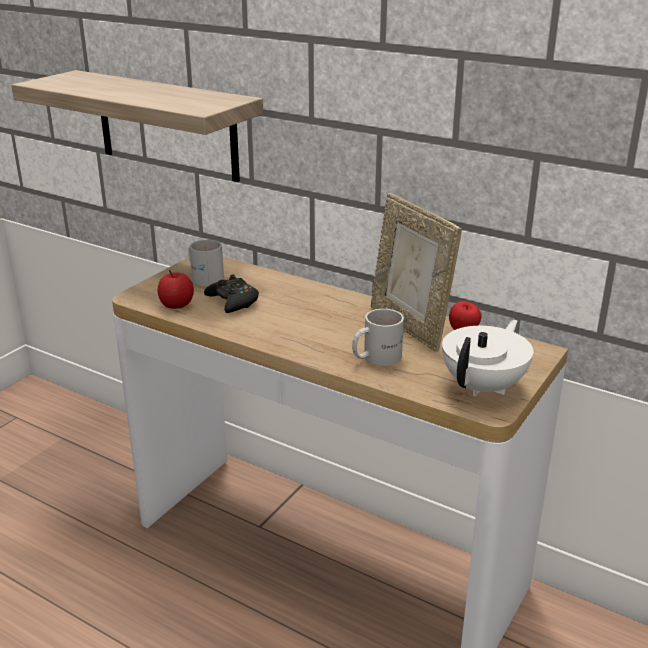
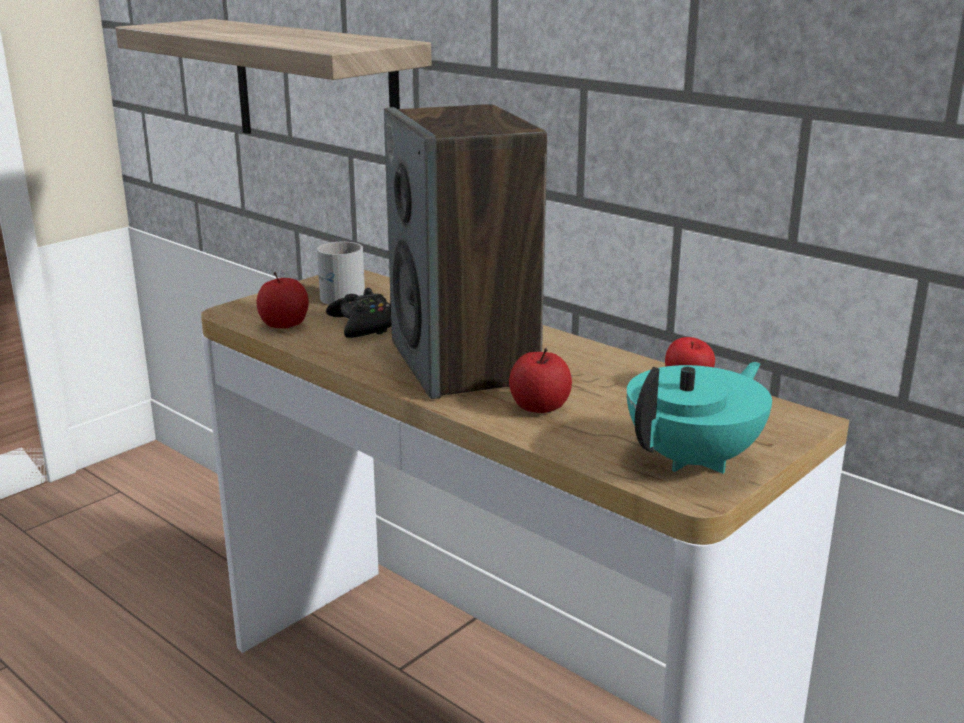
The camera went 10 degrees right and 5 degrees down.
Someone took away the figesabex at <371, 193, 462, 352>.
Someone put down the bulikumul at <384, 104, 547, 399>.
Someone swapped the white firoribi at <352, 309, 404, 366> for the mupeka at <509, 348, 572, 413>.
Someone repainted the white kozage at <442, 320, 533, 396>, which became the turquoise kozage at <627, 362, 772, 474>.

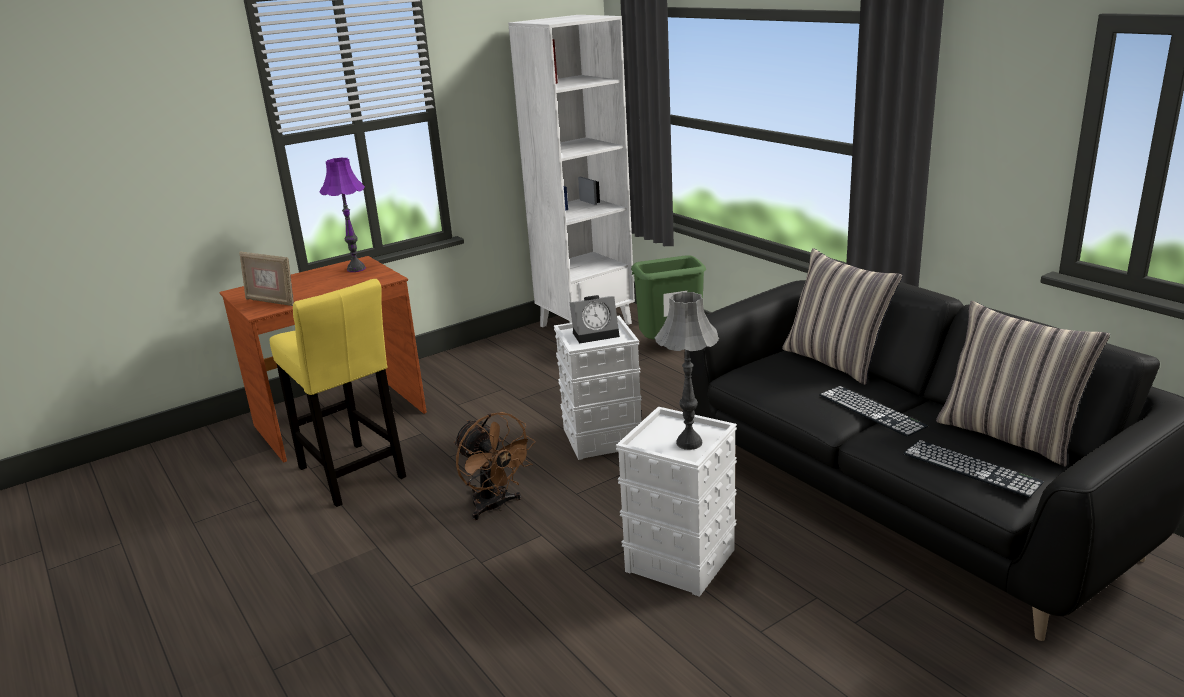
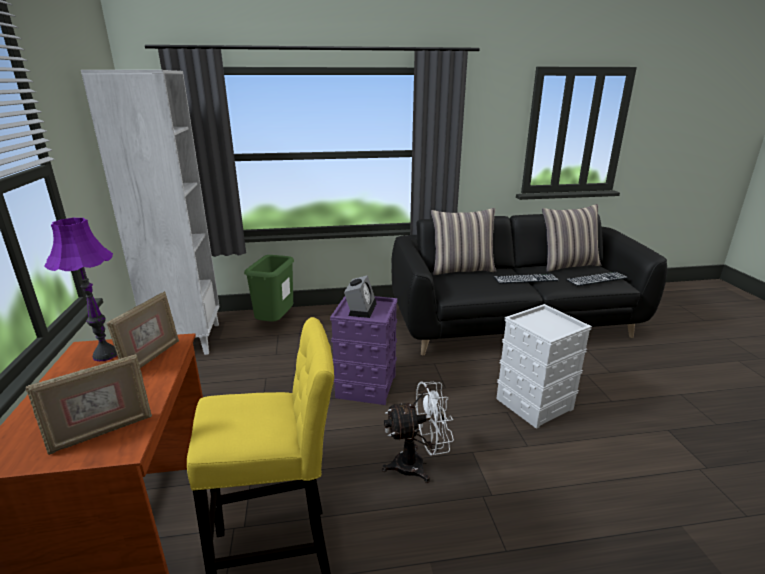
The camera went 65 degrees left and 0 degrees up.
Someone took away the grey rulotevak at <654, 292, 719, 450>.
Someone put down the figesabex at <107, 291, 179, 368>.
Someone repainted the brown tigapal at <454, 412, 536, 520>, which became the white tigapal at <382, 381, 454, 483>.
Someone repainted the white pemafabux at <554, 316, 642, 460>, which became the purple pemafabux at <330, 296, 398, 405>.

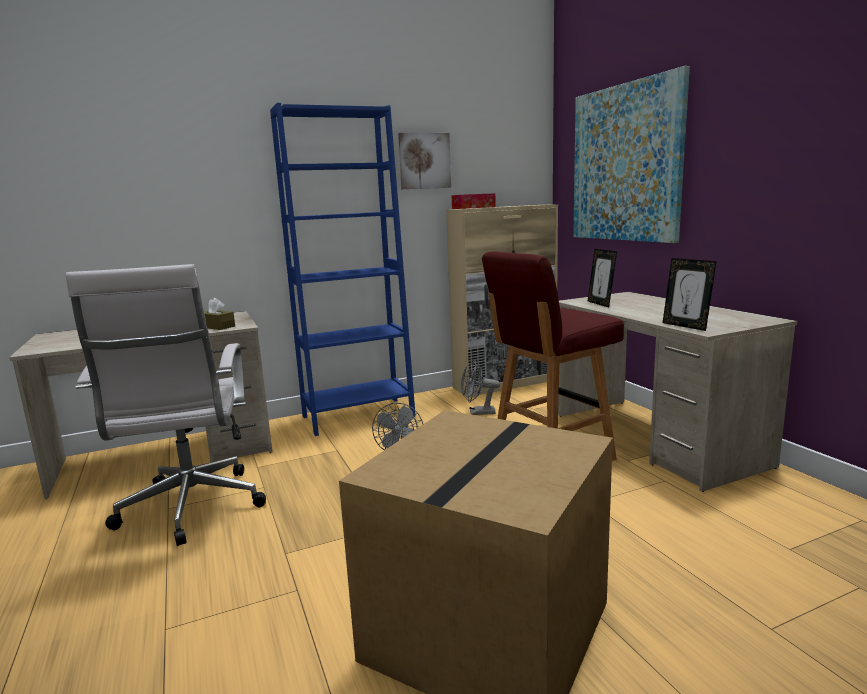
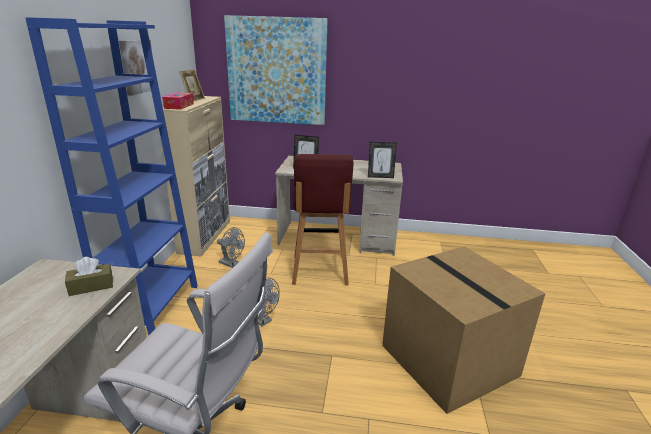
The camera went 60 degrees left and 10 degrees up.
Someone put down the figesabex at <179, 69, 205, 101>.
Someone rotated the grey tigapal at <461, 360, 500, 415> by 90 degrees counterclockwise.

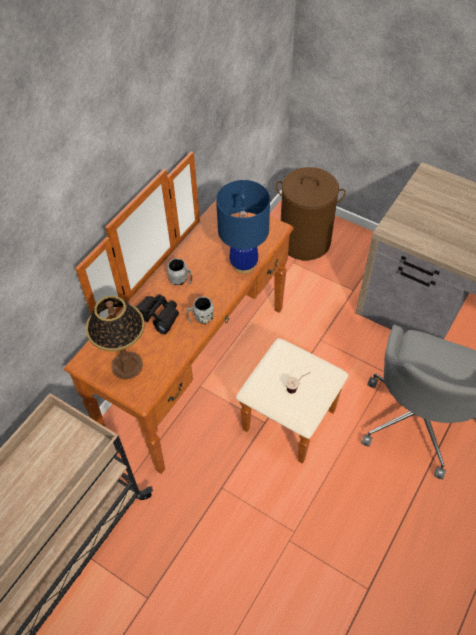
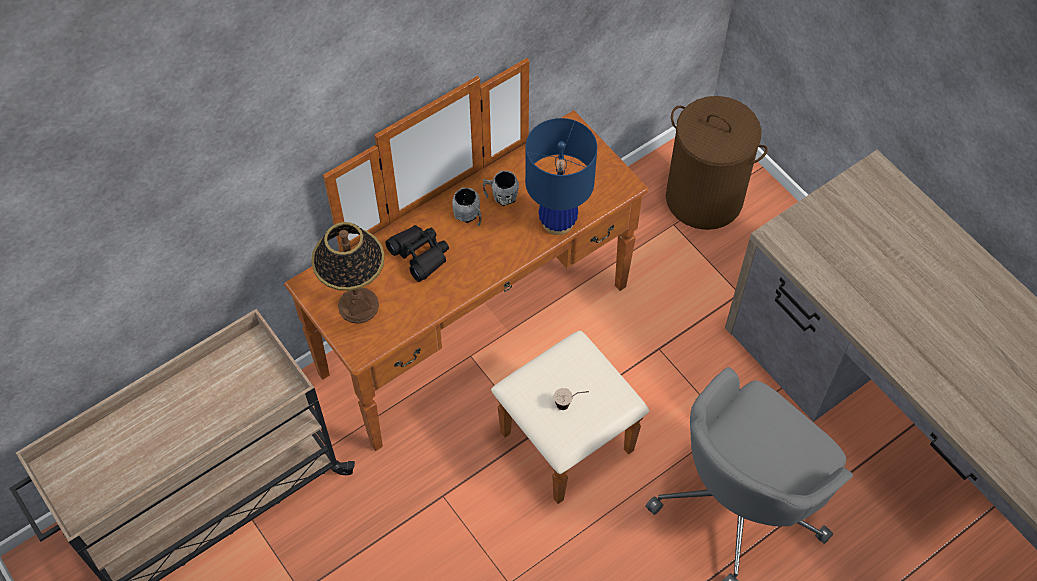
The camera went 20 degrees right and 5 degrees up.
Someone carried the grey firoribi from <186, 296, 214, 324> to <483, 171, 519, 206>.

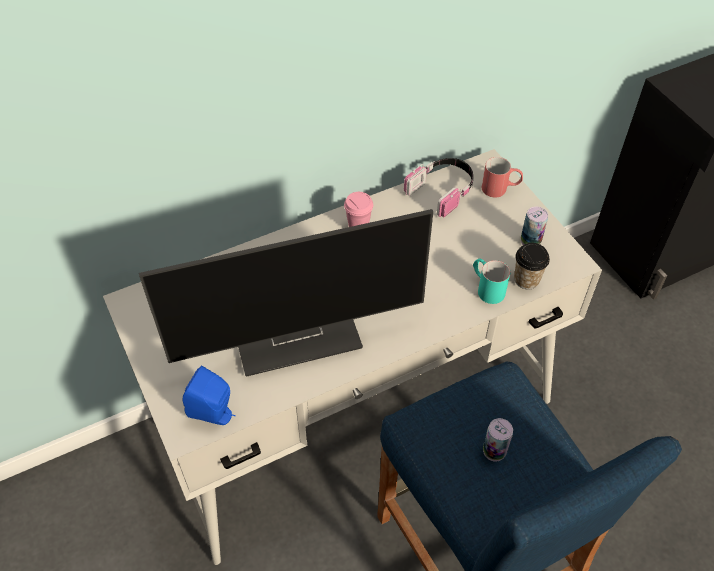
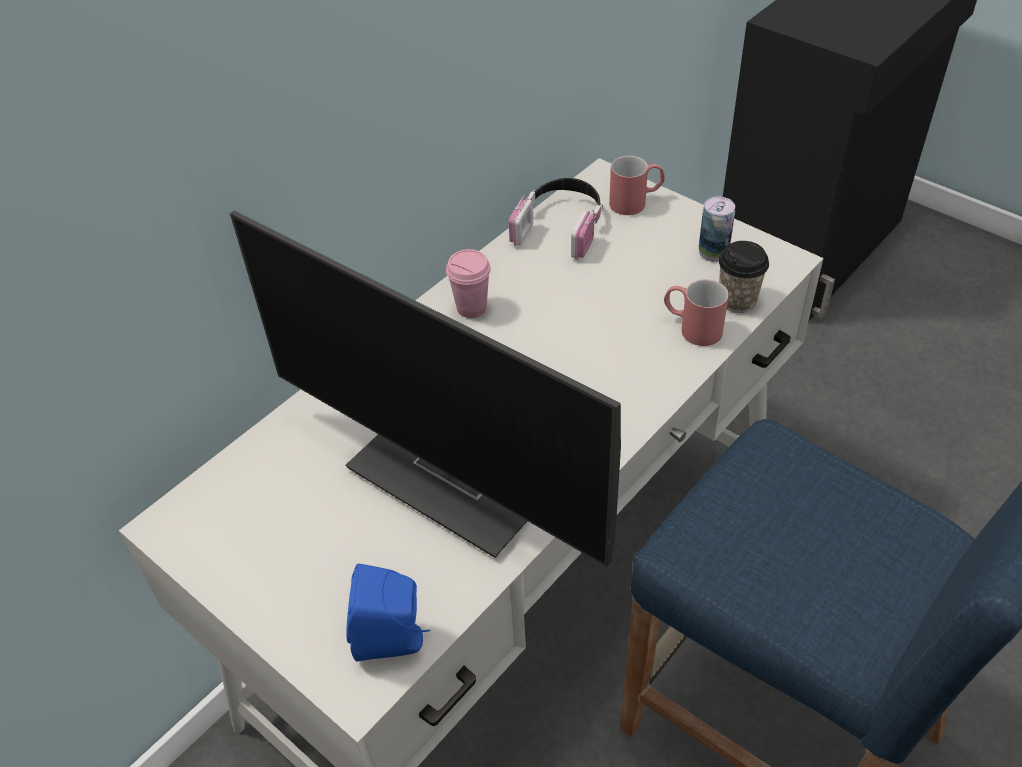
The camera went 20 degrees left and 5 degrees down.
Someone took away the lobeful at <483, 418, 513, 462>.
Someone repainted the turquoise firoribi at <473, 258, 510, 304>, which became the red firoribi at <664, 279, 729, 346>.
Someone rotated the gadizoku at <139, 209, 433, 377> by 75 degrees clockwise.

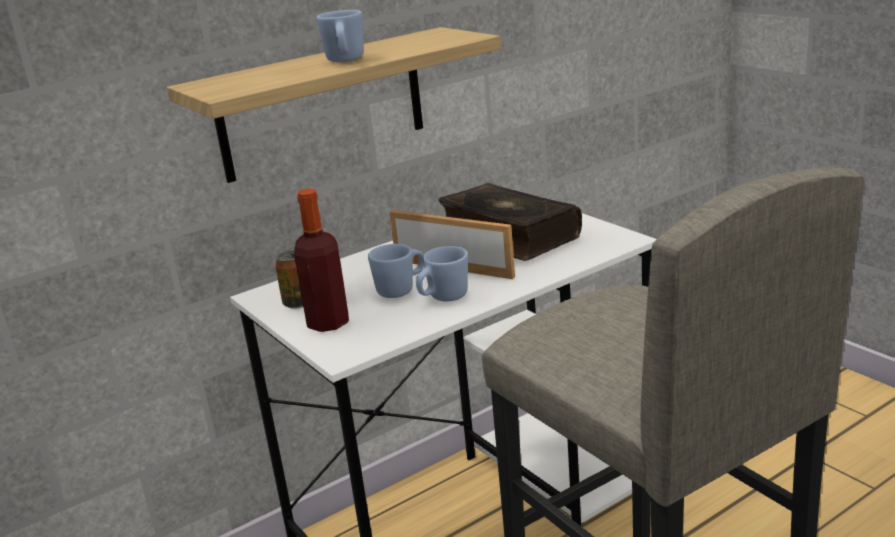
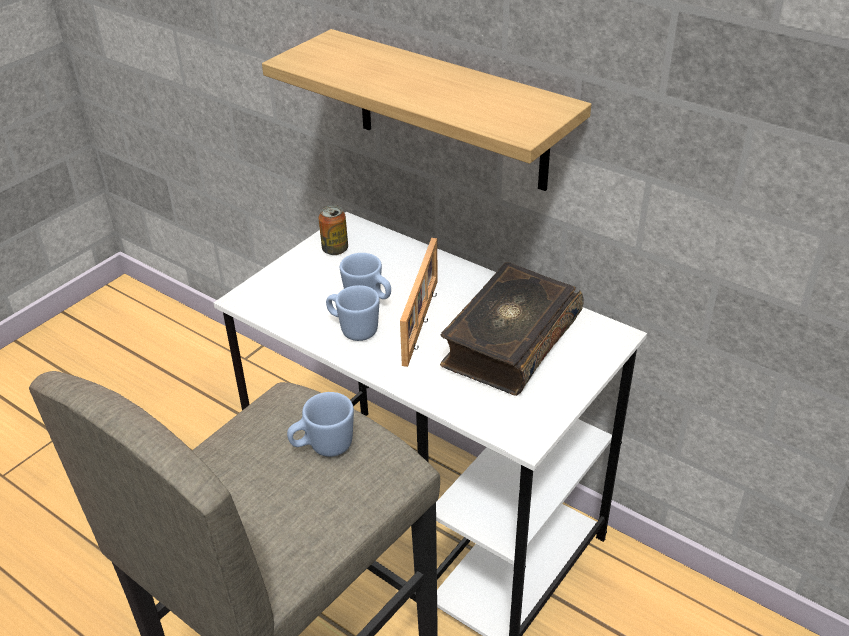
The camera went 70 degrees right and 15 degrees up.
Someone took away the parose at <294, 188, 349, 332>.
Someone carried the blue firoribi from <316, 10, 363, 62> to <287, 392, 354, 457>.

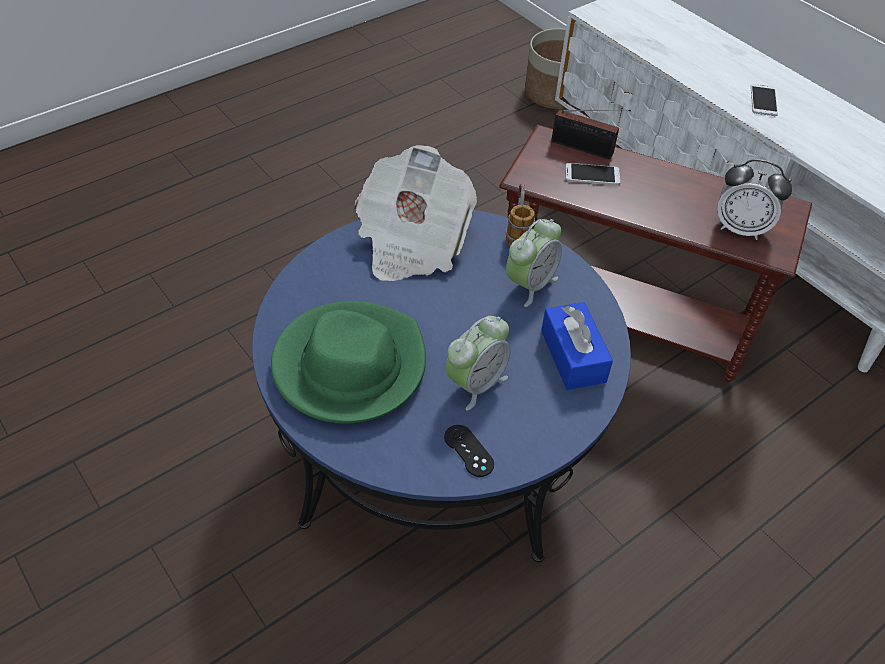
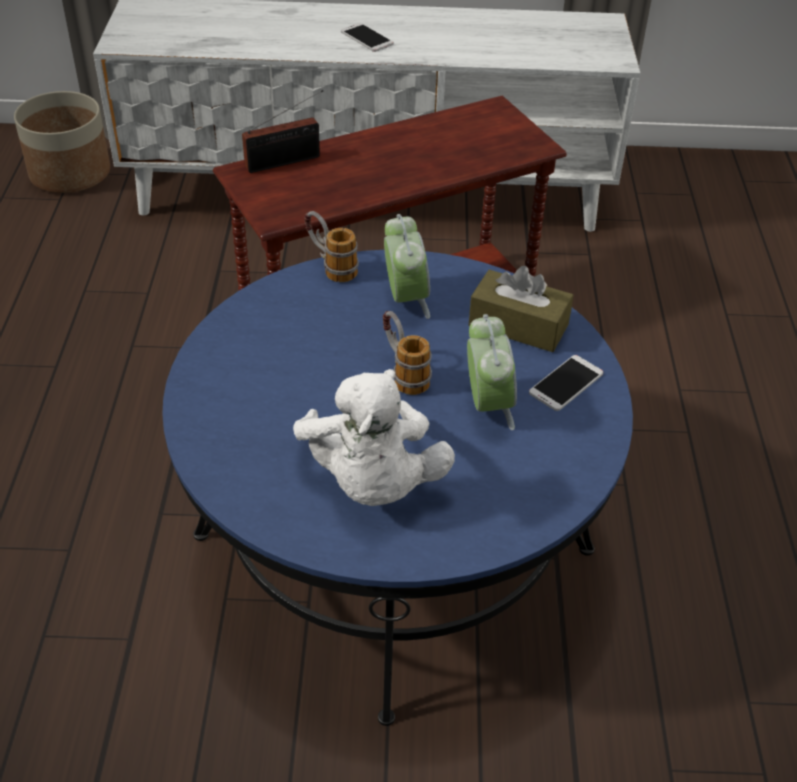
The camera went 50 degrees left and 5 degrees down.
Someone took away the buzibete at <355, 145, 477, 281>.
Someone took away the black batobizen at <444, 425, 494, 477>.
Someone took away the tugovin at <717, 159, 792, 240>.
Someone put down the firoribi at <383, 311, 432, 395>.
Someone carried the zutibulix from <565, 163, 621, 185> to <529, 355, 603, 411>.
Someone swapped the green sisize at <271, 301, 426, 423> for the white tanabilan at <293, 369, 455, 506>.
Someone repainted the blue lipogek at <541, 302, 613, 390>, which became the brown lipogek at <469, 266, 574, 352>.

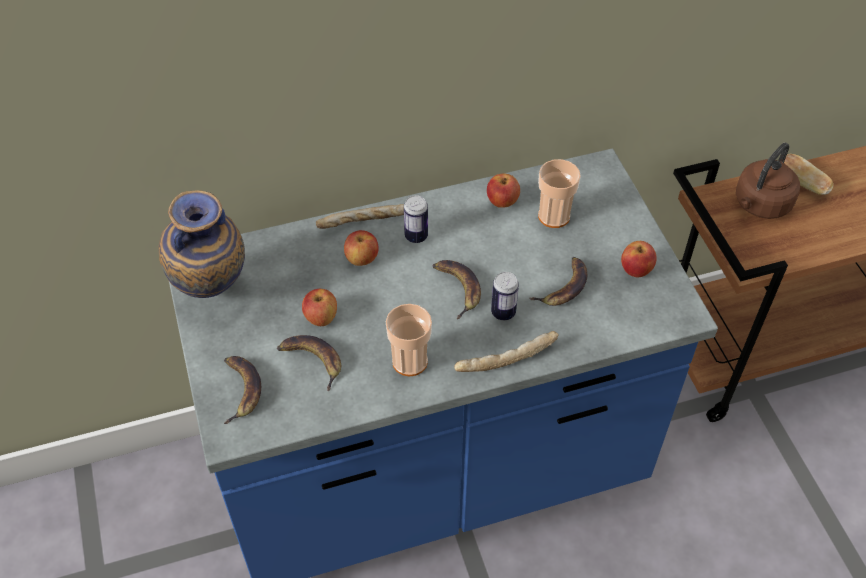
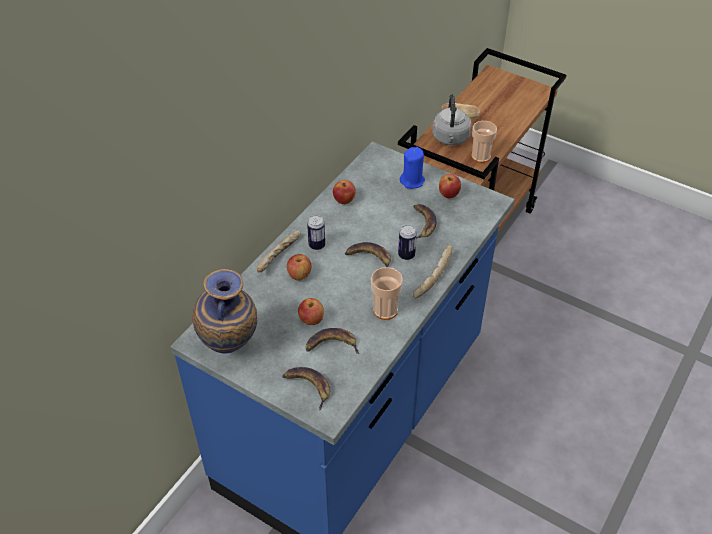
The camera went 40 degrees left and 5 degrees down.
Someone put down the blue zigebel at <400, 147, 425, 189>.
Someone carried the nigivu from <538, 159, 581, 228> to <471, 121, 497, 163>.
Someone repainted the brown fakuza at <736, 143, 800, 219>, which became the grey fakuza at <432, 94, 472, 145>.

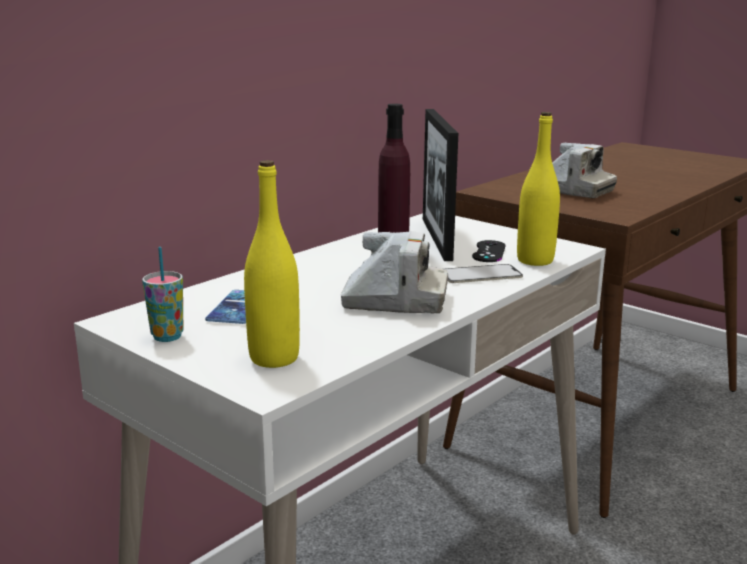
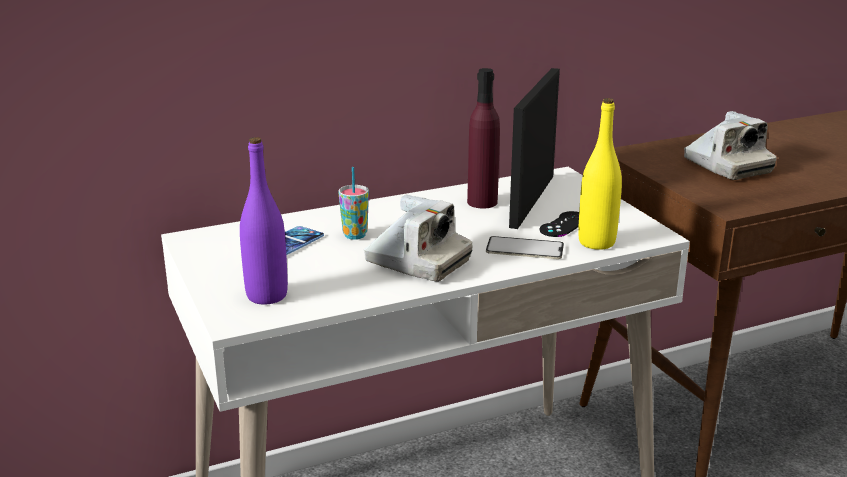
The camera went 25 degrees right and 5 degrees up.
Someone carried the nigivu from <142, 247, 184, 342> to <339, 167, 369, 240>.
Someone repainted the yellow parose at <244, 160, 300, 368>, which became the purple parose at <240, 137, 288, 305>.

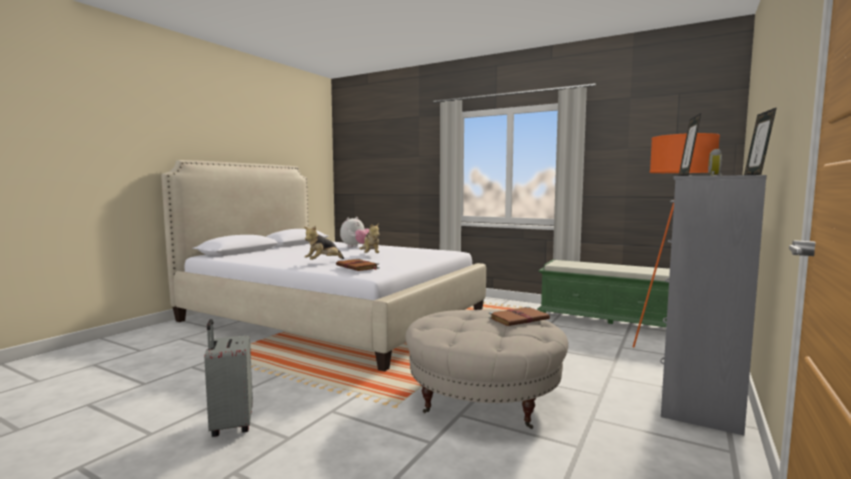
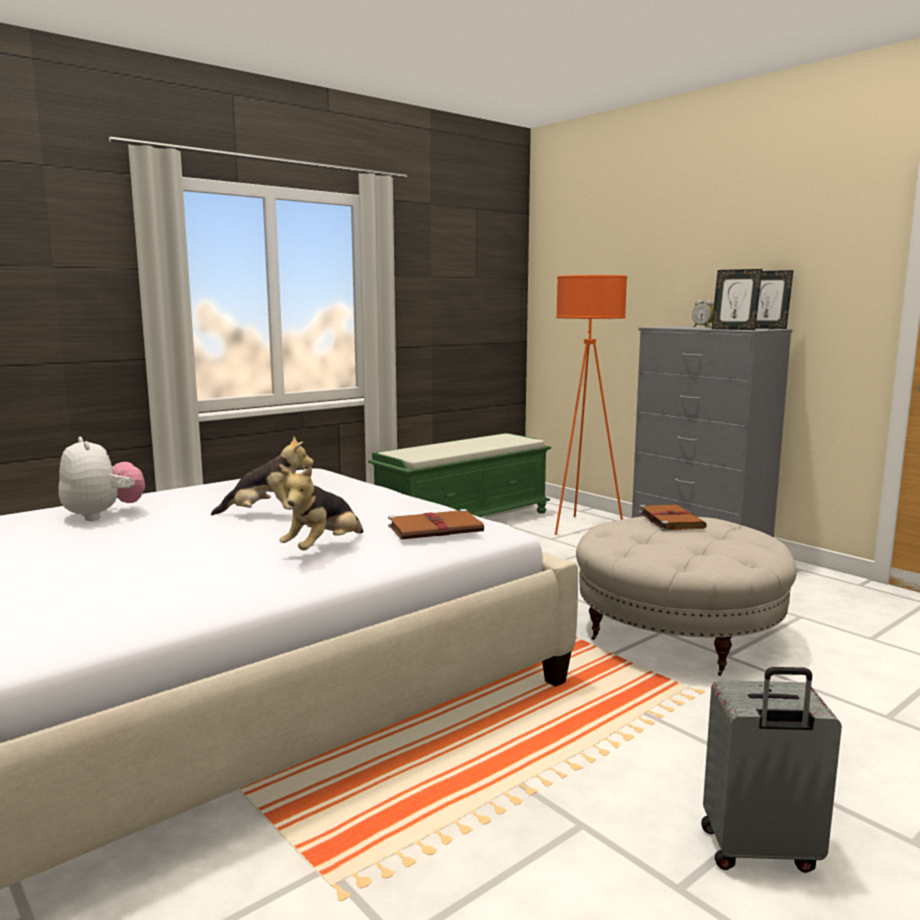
The camera went 70 degrees left and 5 degrees up.
Someone rotated the tanabilan at <304, 225, 344, 260> by 60 degrees clockwise.

